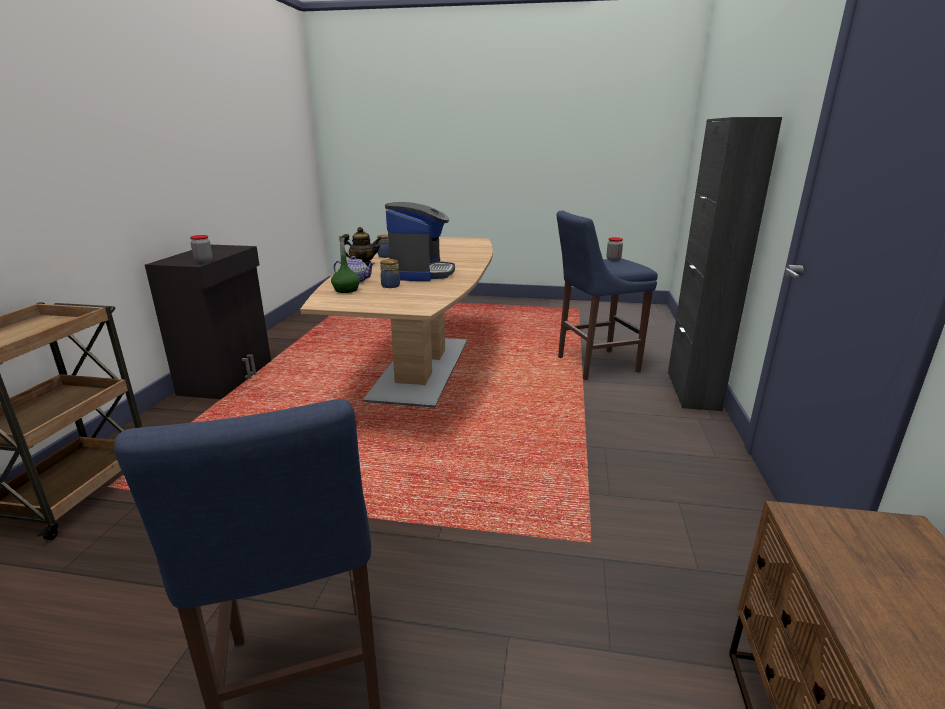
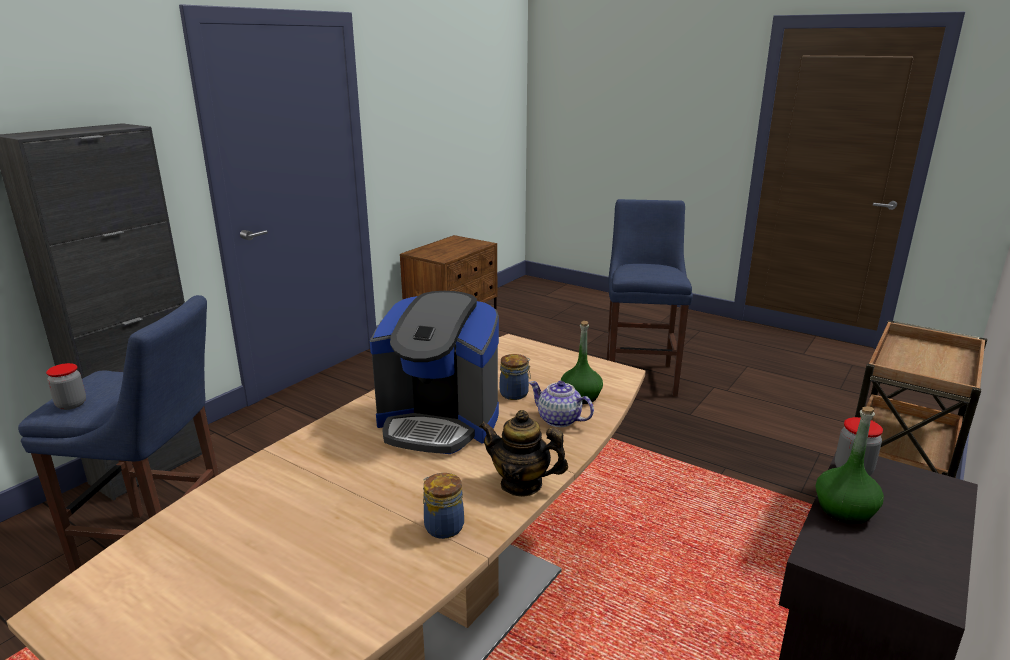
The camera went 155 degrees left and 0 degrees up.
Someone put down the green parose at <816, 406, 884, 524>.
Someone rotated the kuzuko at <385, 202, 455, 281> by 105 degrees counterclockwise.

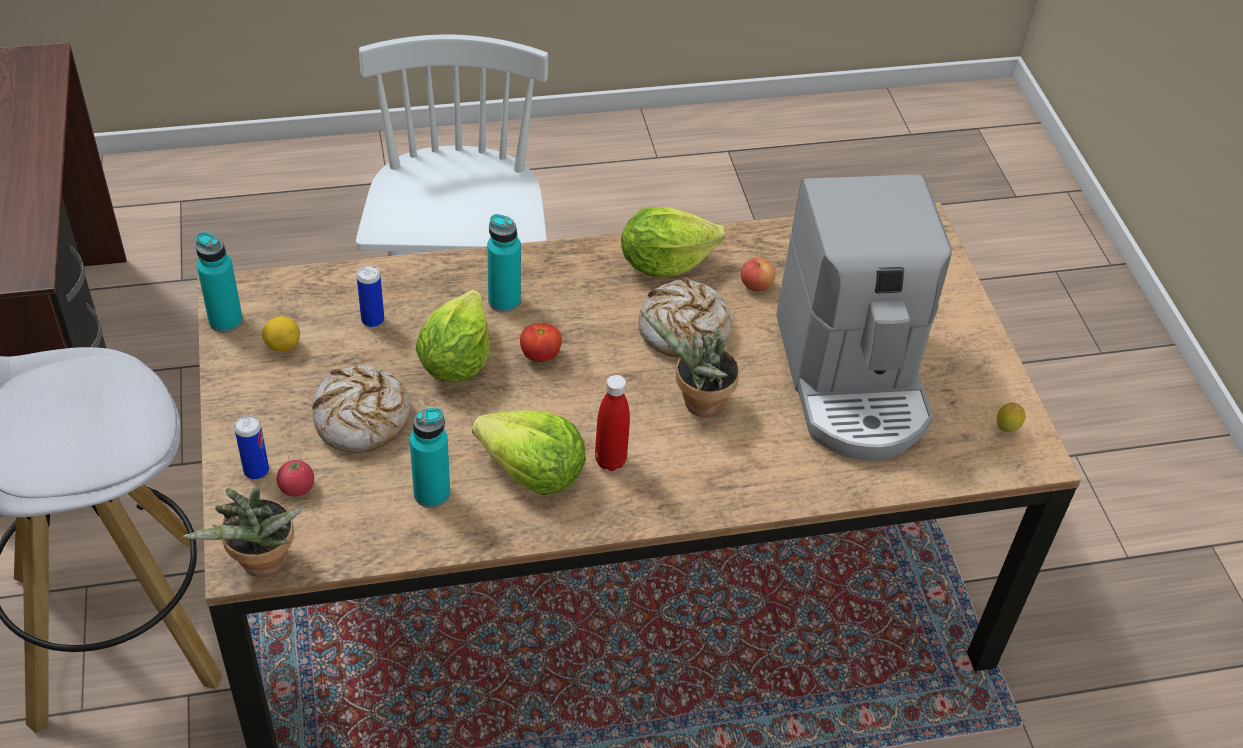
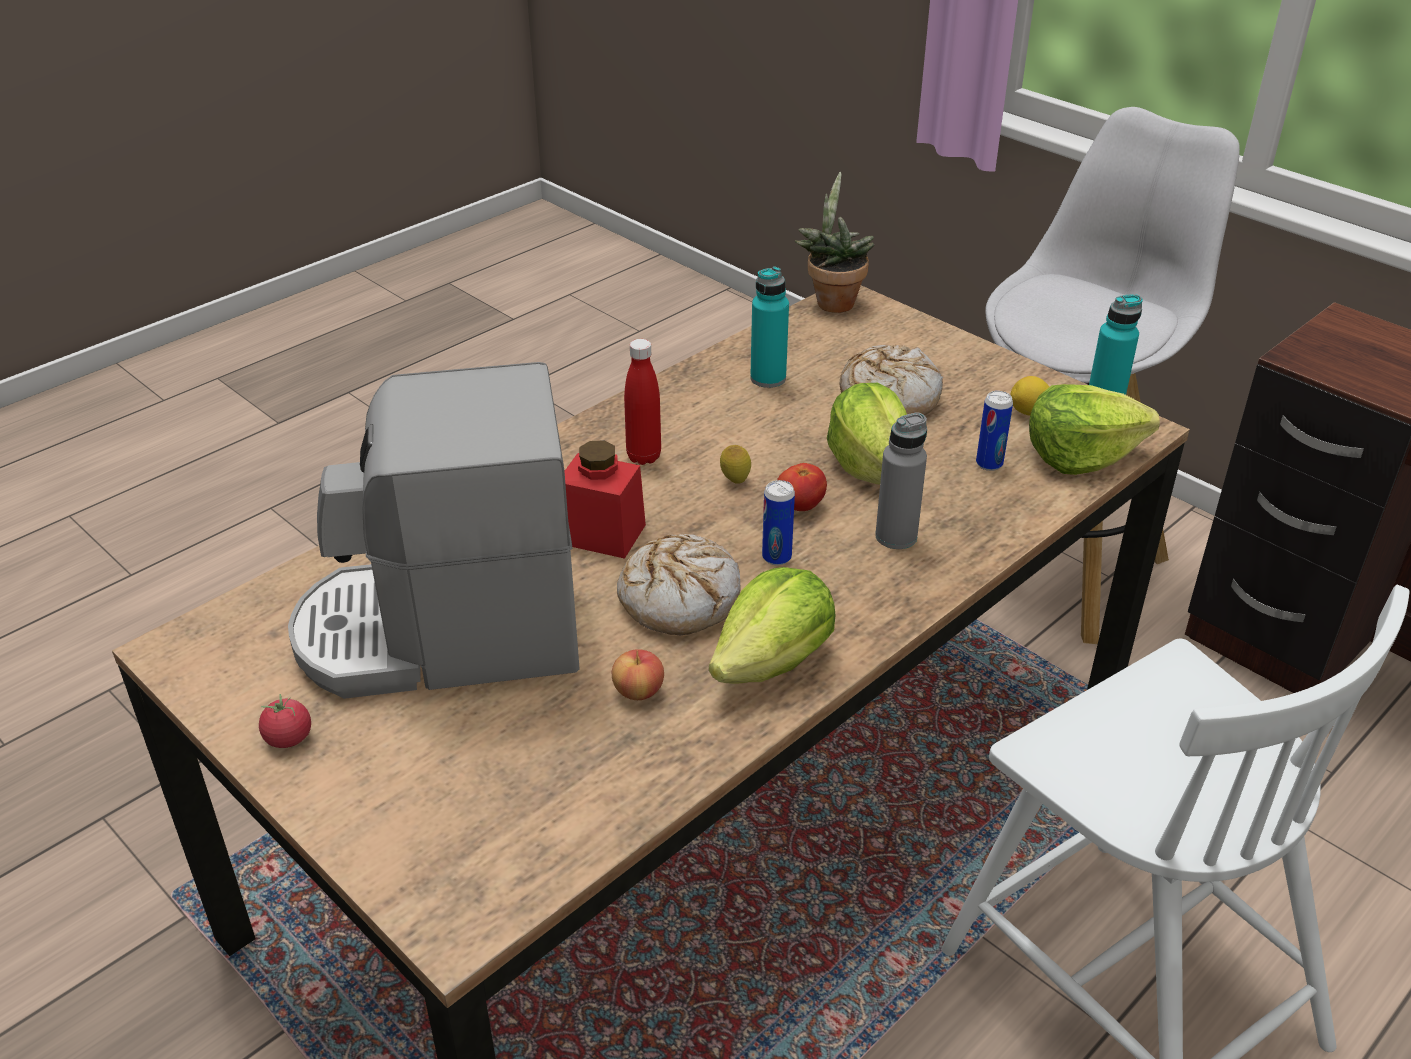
The camera went 150 degrees right and 10 degrees down.
Someone carried the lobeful from <234, 415, 269, 480> to <762, 480, 795, 565>.
Someone carried the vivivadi from <277, 456, 314, 496> to <259, 694, 311, 748>.
Someone carried the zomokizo from <472, 410, 586, 495> to <1029, 384, 1160, 475>.
Someone carried the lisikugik from <997, 403, 1026, 432> to <720, 445, 751, 484>.
Someone swapped the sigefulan at <640, 309, 740, 417> for the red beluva at <565, 440, 646, 559>.
Someone repainted the turquoise parose at <487, 214, 521, 312>, which became the grey parose at <875, 413, 927, 549>.
Someone rotated the kuzuko at <776, 175, 952, 461> by 60 degrees counterclockwise.

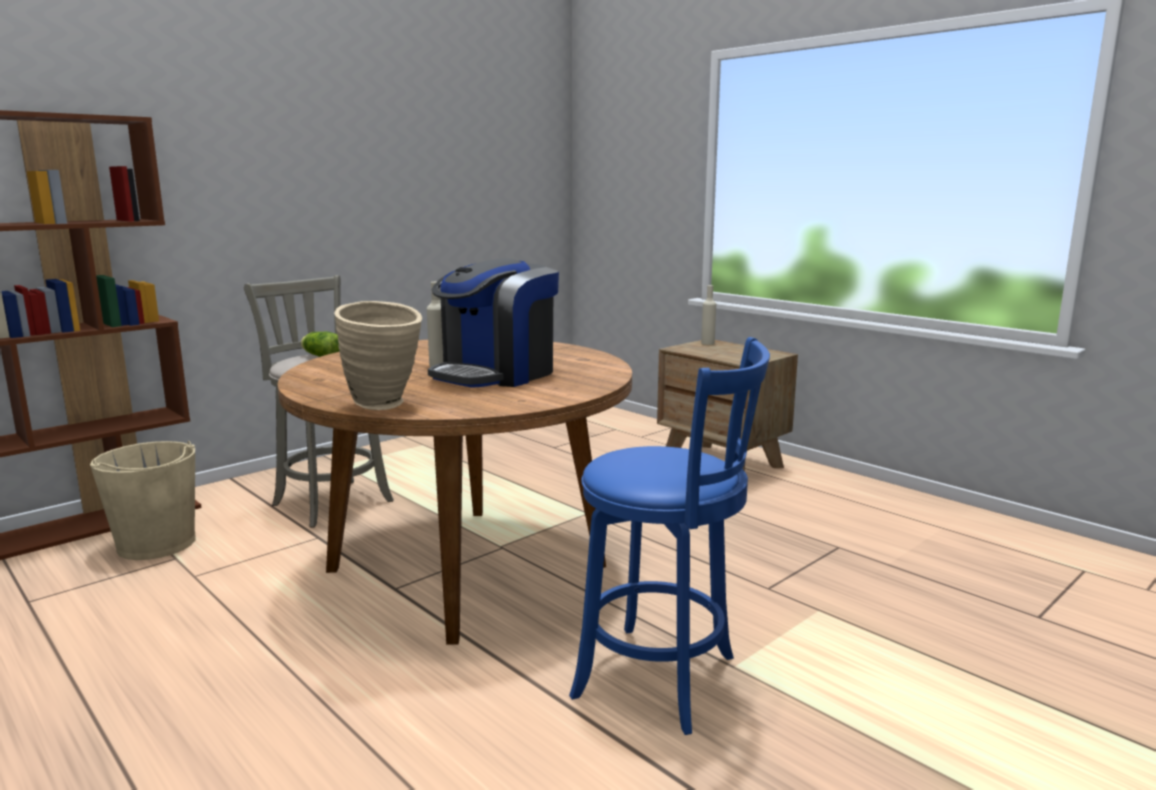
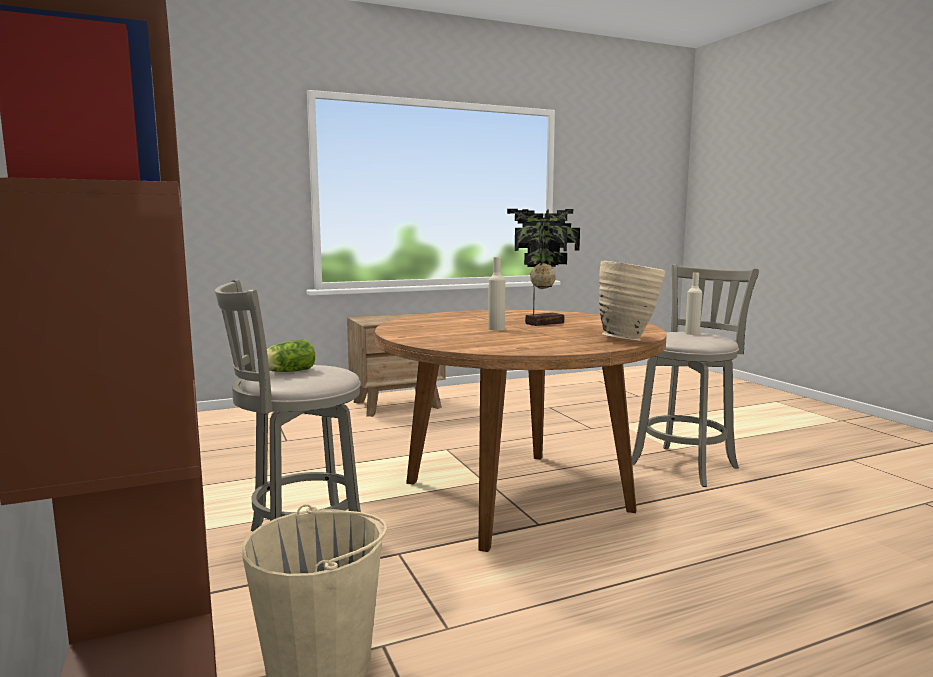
The camera went 70 degrees left and 5 degrees down.
Someone carried the beige parose from <701, 285, 716, 345> to <685, 273, 702, 335>.
Someone swapped the kuzuko at <428, 258, 559, 388> for the sigefulan at <507, 209, 580, 326>.
Someone repainted the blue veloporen at <569, 337, 770, 735>, which became the grey veloporen at <632, 265, 759, 487>.

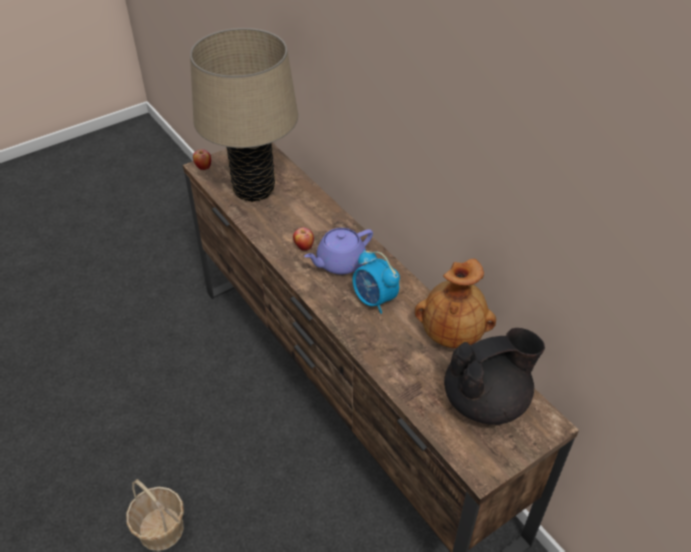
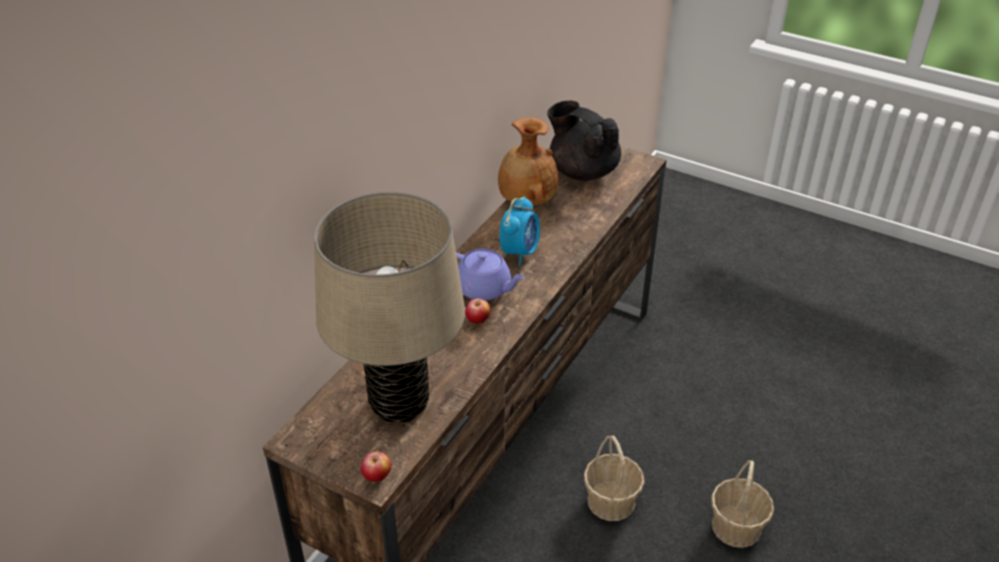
The camera went 115 degrees left and 5 degrees down.
Someone put down the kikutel at <584, 436, 645, 521>.

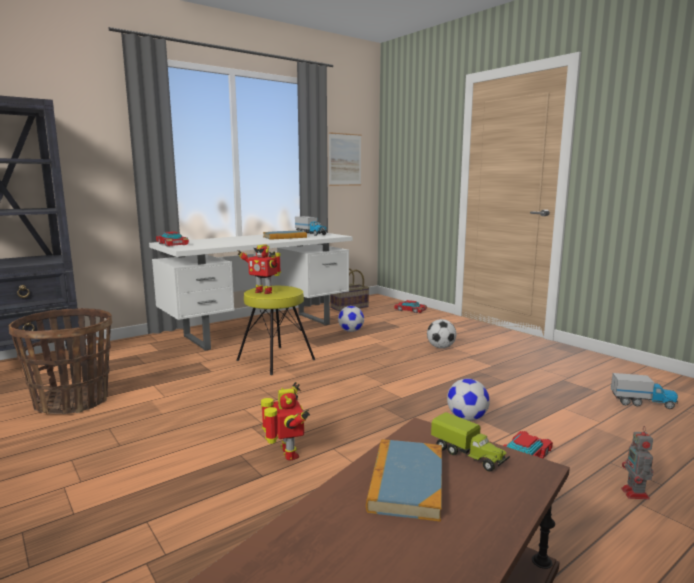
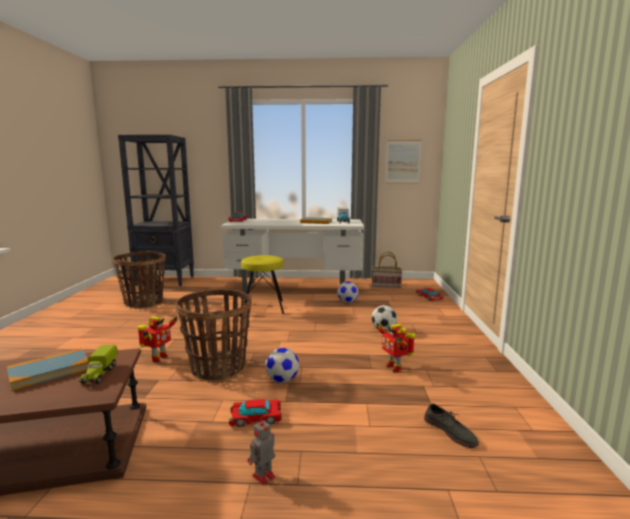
The camera went 40 degrees right and 0 degrees up.
Someone put down the kikutel at <175, 289, 252, 380>.
Someone carried the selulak from <237, 244, 281, 294> to <376, 323, 415, 372>.
Someone swapped the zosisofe at <611, 373, 678, 409> for the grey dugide at <424, 403, 479, 448>.

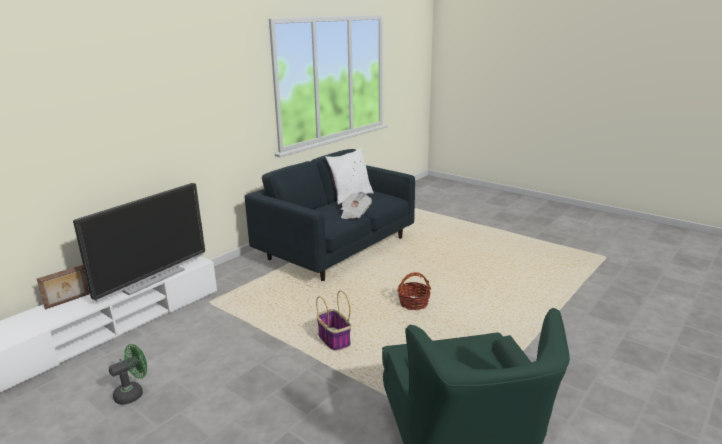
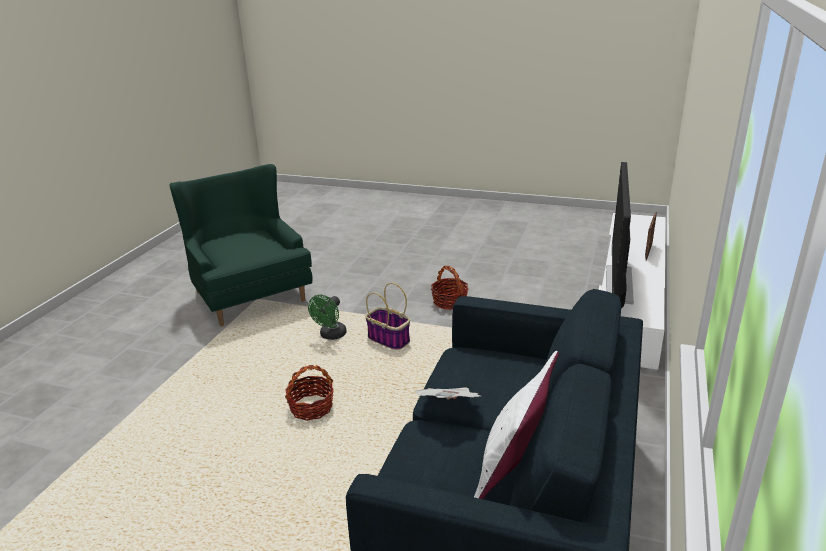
The camera went 160 degrees right and 5 degrees up.
Someone put down the kikutel at <431, 266, 468, 310>.
Someone carried the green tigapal from <109, 344, 147, 405> to <308, 295, 346, 340>.

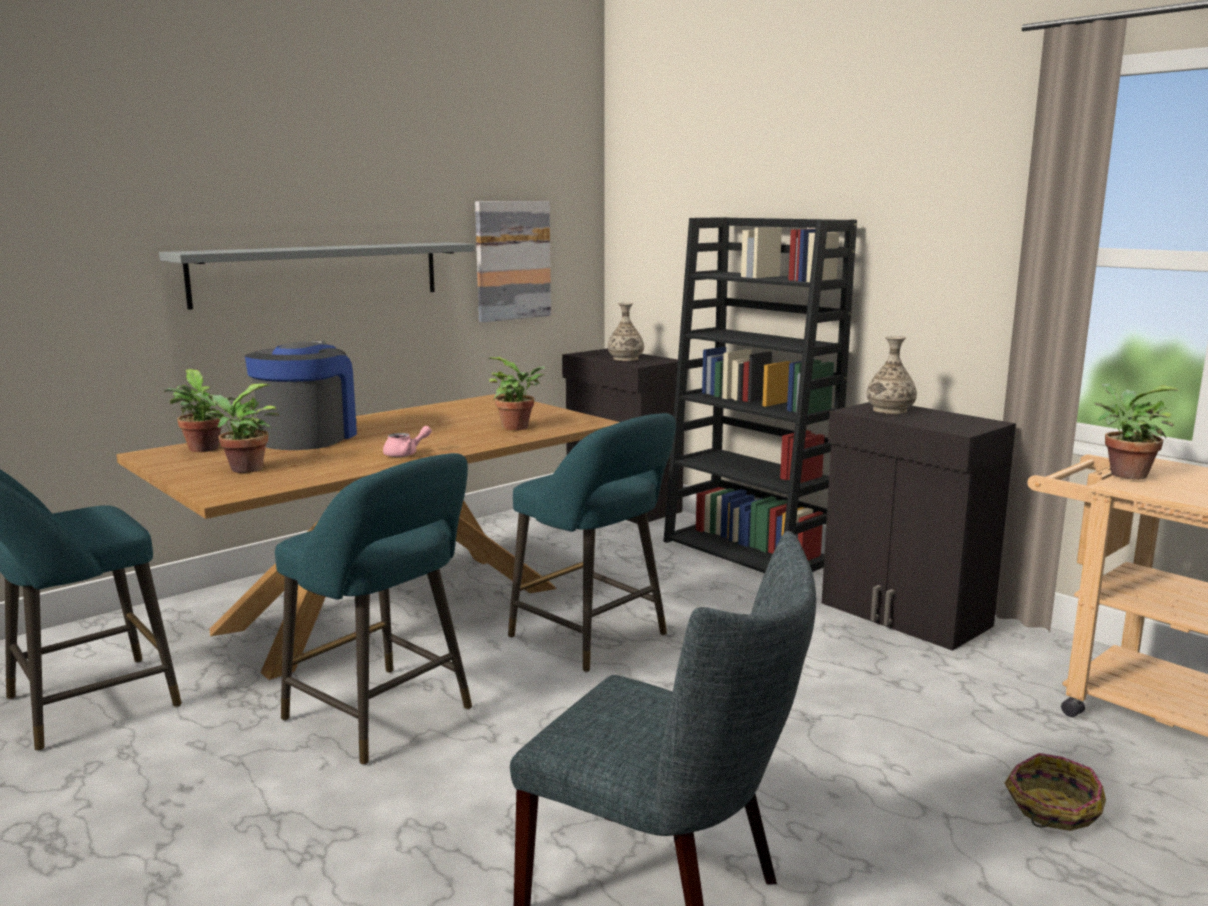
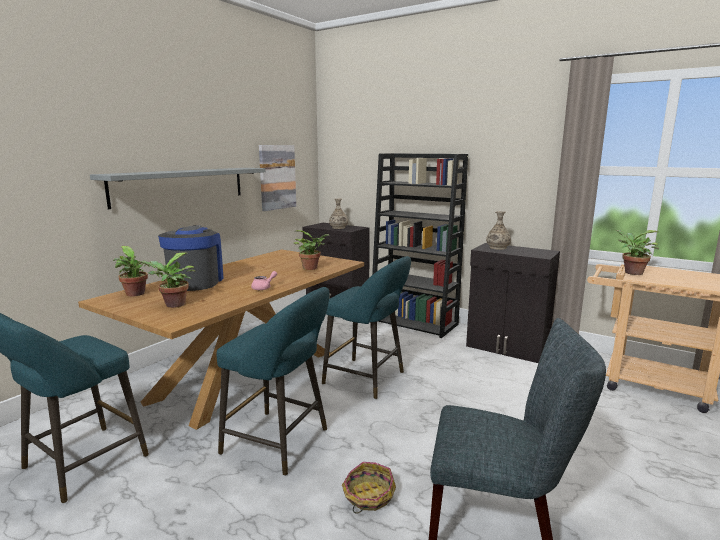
The camera went 15 degrees left and 0 degrees up.
Someone carried the kikutel from <1005, 753, 1106, 831> to <342, 462, 396, 514>.

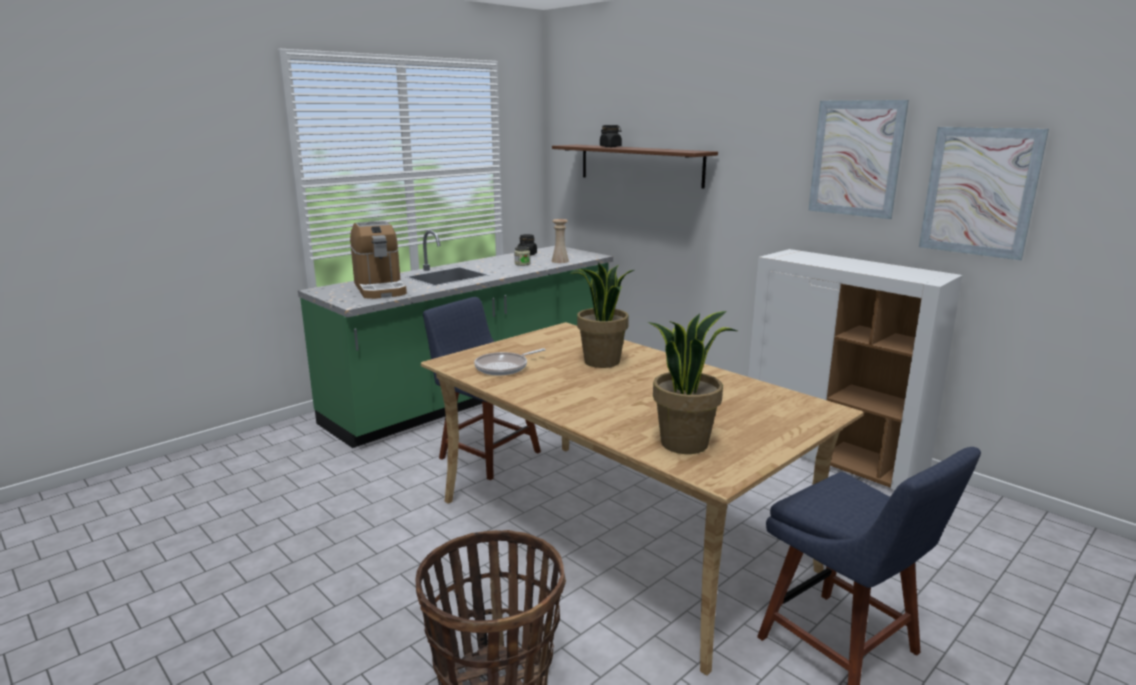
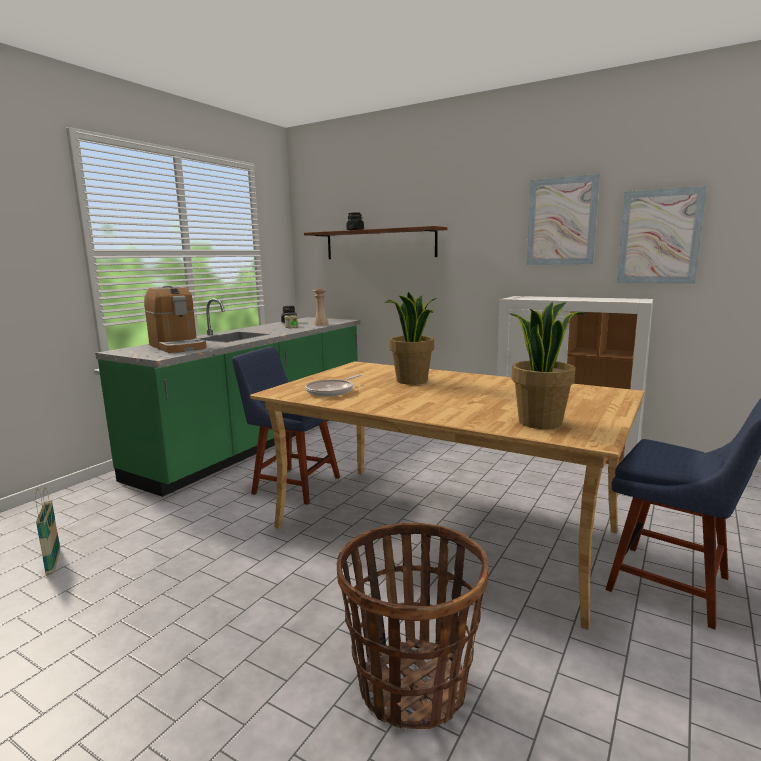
The camera went 15 degrees left and 5 degrees down.
Someone put down the kikutel at <35, 487, 60, 575>.

